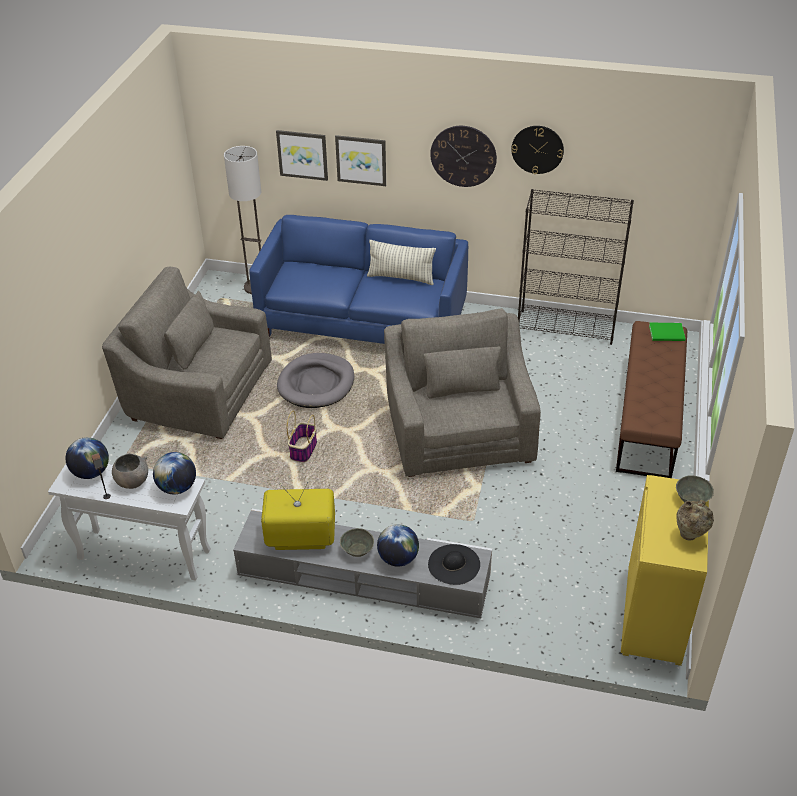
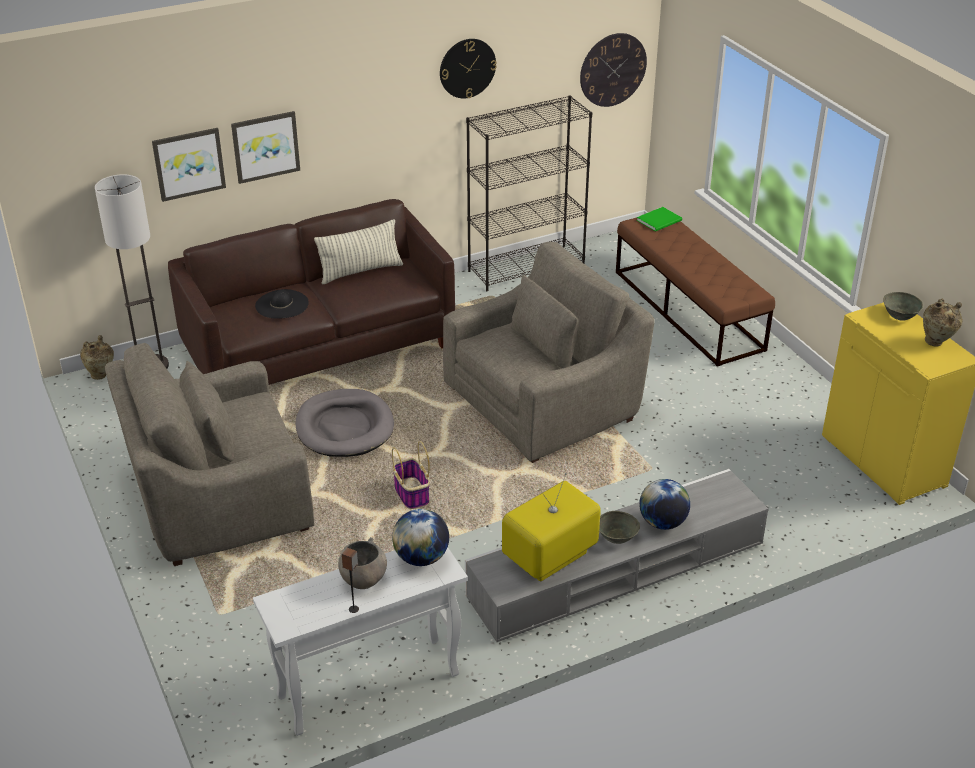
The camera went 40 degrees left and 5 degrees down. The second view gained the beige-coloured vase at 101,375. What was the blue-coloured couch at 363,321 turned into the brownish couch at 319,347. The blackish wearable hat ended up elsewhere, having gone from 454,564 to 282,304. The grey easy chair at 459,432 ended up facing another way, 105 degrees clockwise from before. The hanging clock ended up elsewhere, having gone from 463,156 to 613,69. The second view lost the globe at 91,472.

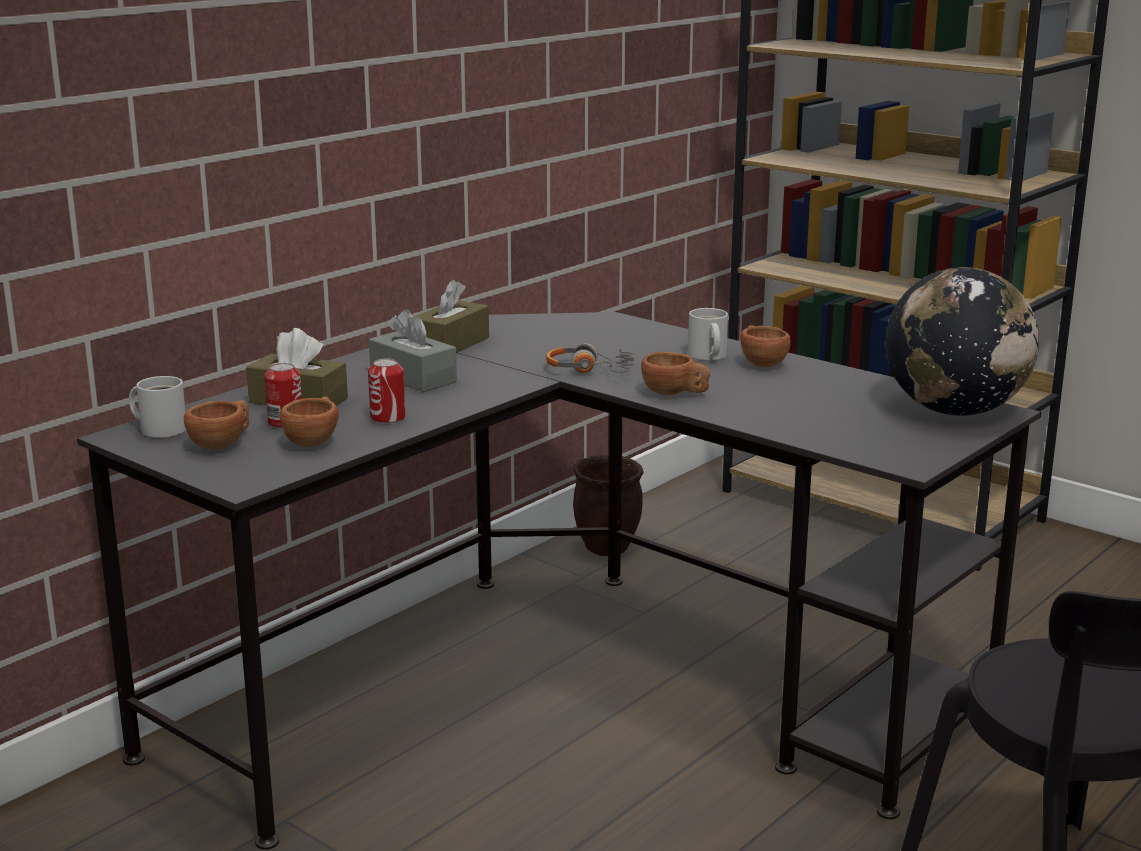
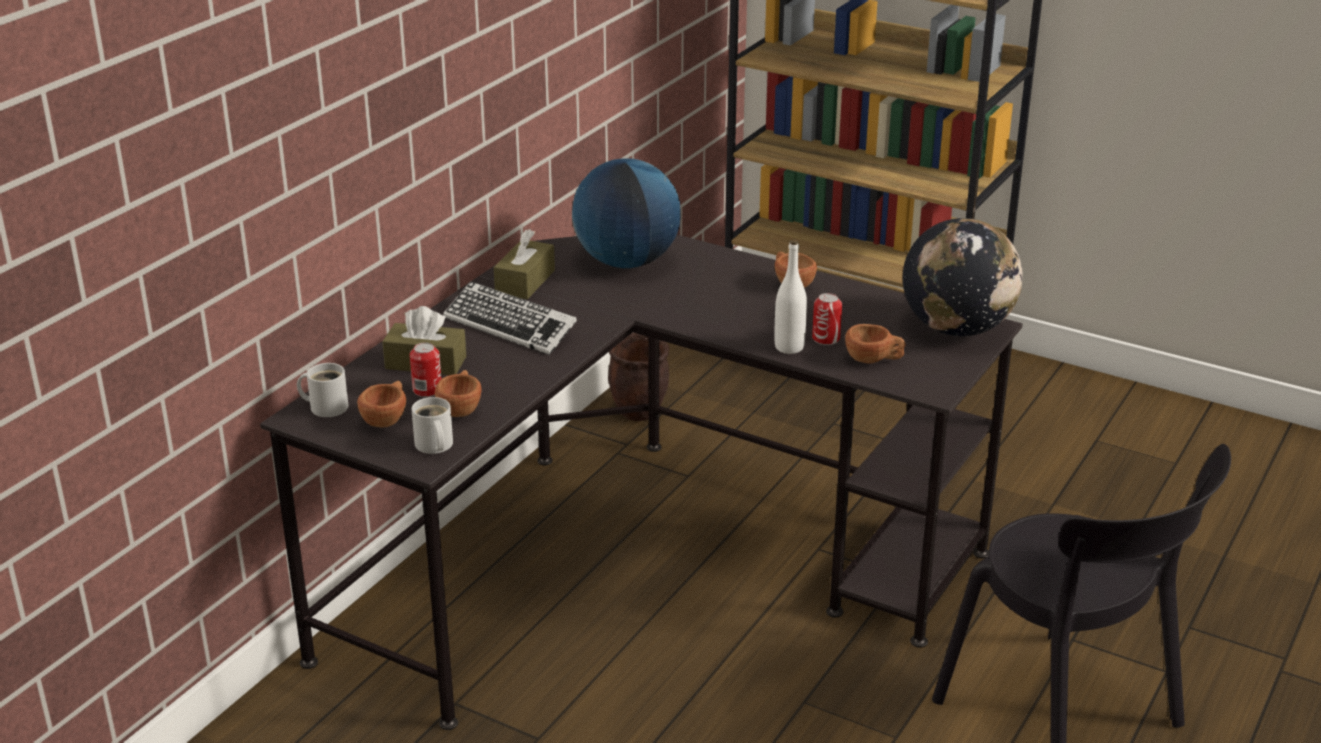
The camera went 10 degrees left and 10 degrees up. The white coffee mug ended up elsewhere, having gone from 706,356 to 433,446. Where the grey box of tissues stood at 413,377, the keyboard came to stand at 510,326. The second view gained the globe at 626,262. The second view gained the white beverage bottle at 789,347. The metal can ended up elsewhere, having gone from 388,418 to 826,338. The brownish small cup ended up elsewhere, having gone from 675,394 to 873,360. The second view lost the pair of headphones at 590,370.

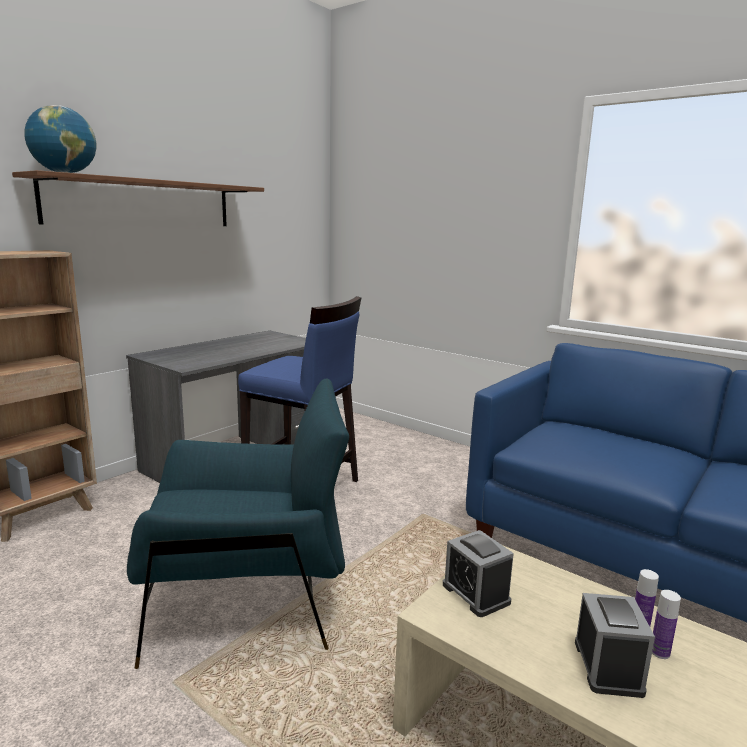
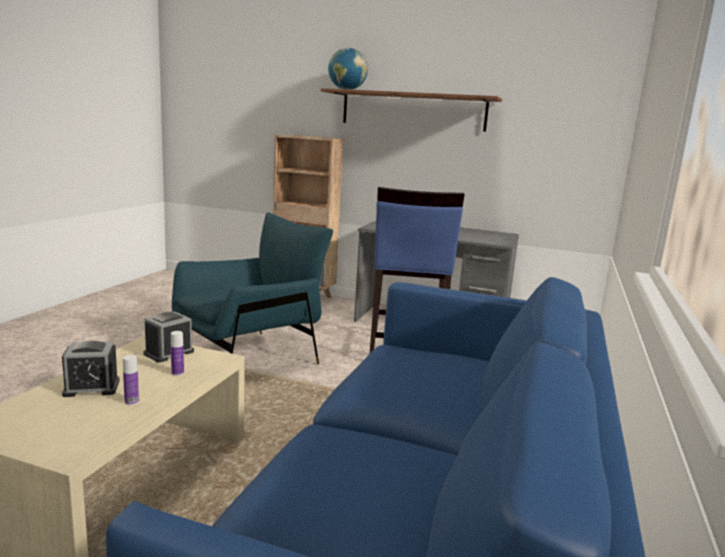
The camera went 70 degrees right and 0 degrees up. The beverage bottle ended up elsewhere, having gone from 659,652 to 177,373. The blue-coloured easy chair at 248,601 ended up facing another way, 105 degrees counterclockwise from before.

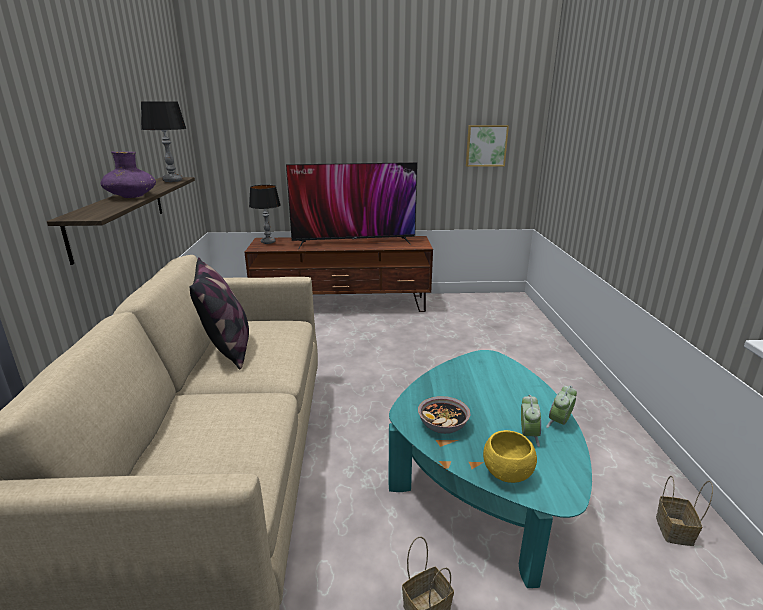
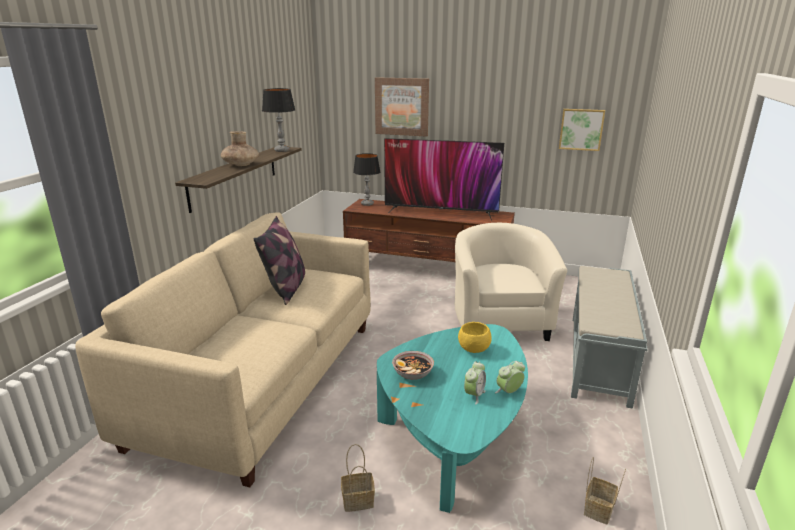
The camera went 20 degrees right and 0 degrees up. What was the purple-coloured vase at 131,196 turned into the brownish vase at 241,165. The second view gained the wall picture at 402,106. The second view gained the beige-coloured easy chair at 500,321. The yellow bowl ended up elsewhere, having gone from 506,474 to 473,349. The second view gained the grey long seat at 598,358.

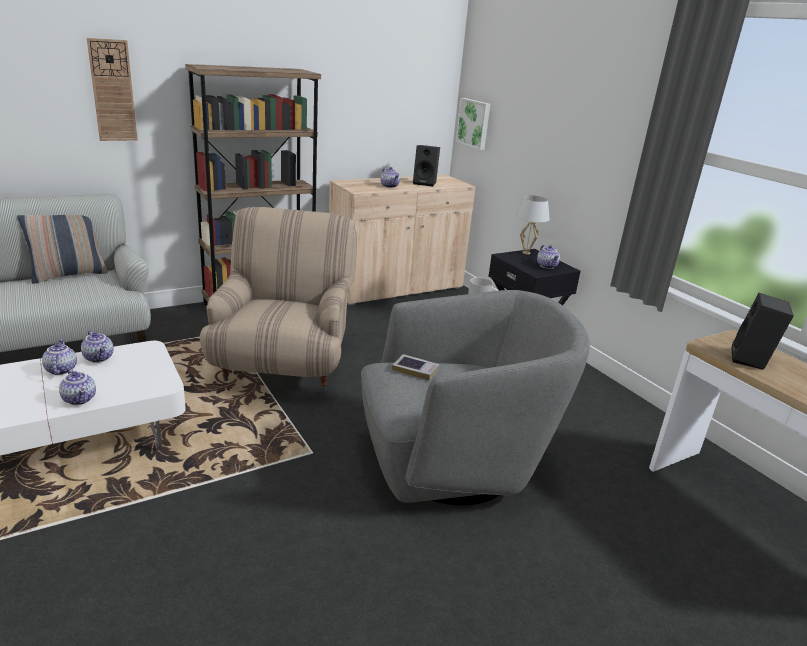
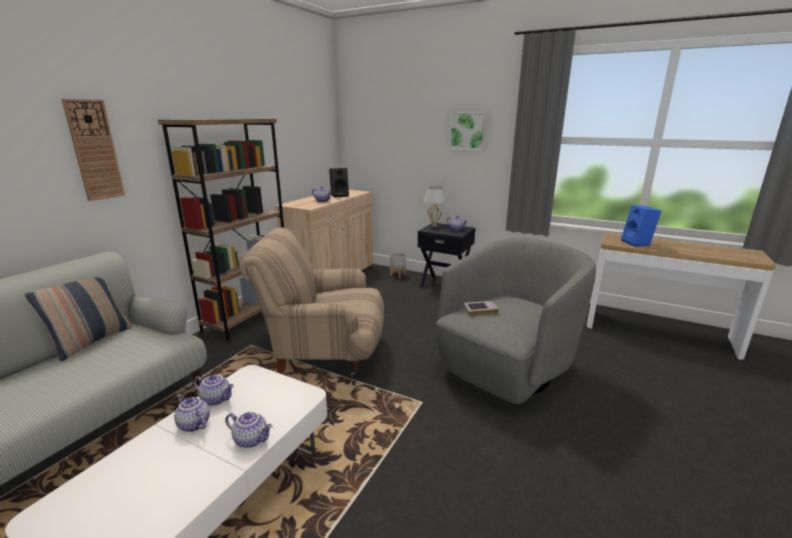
The camera went 30 degrees left and 5 degrees down. The beige-coloured easy chair at 283,366 ended up facing another way, 60 degrees counterclockwise from before. The wall picture ended up elsewhere, having gone from 474,123 to 468,131. What was the blackish loudspeaker at 752,360 turned into the blue-coloured loudspeaker at 637,243.

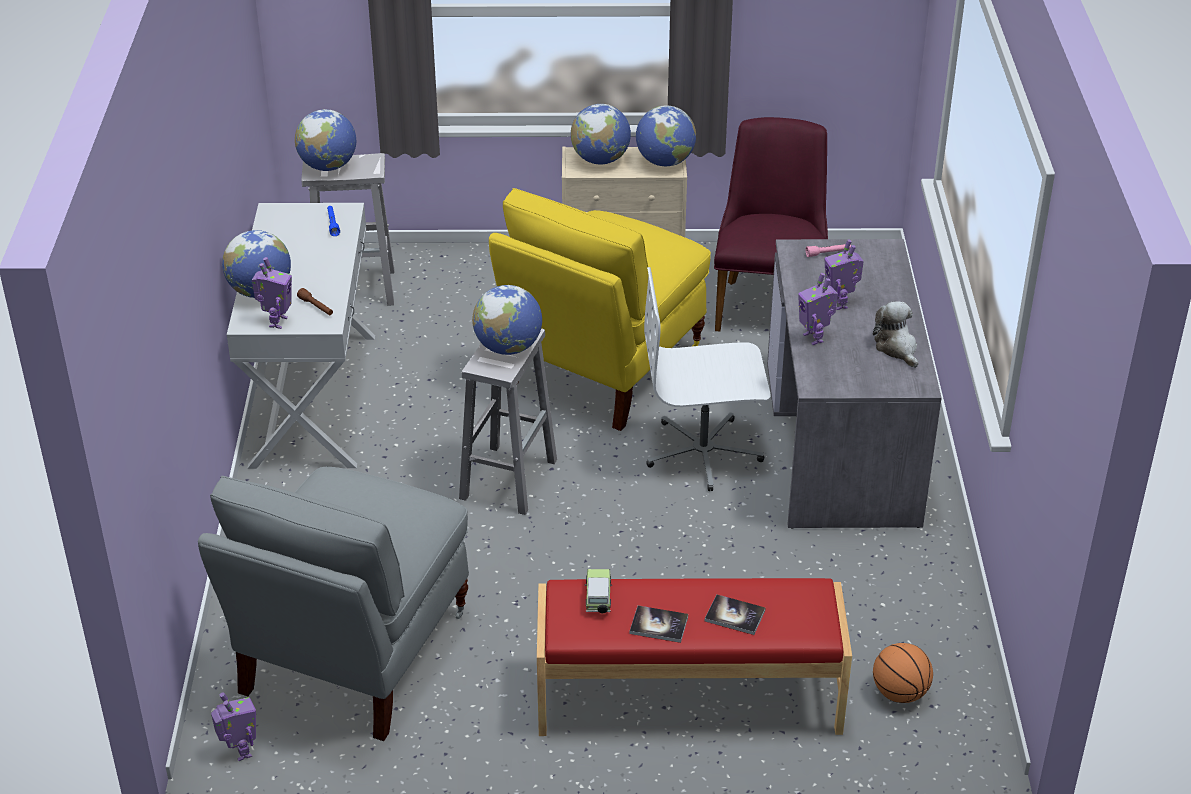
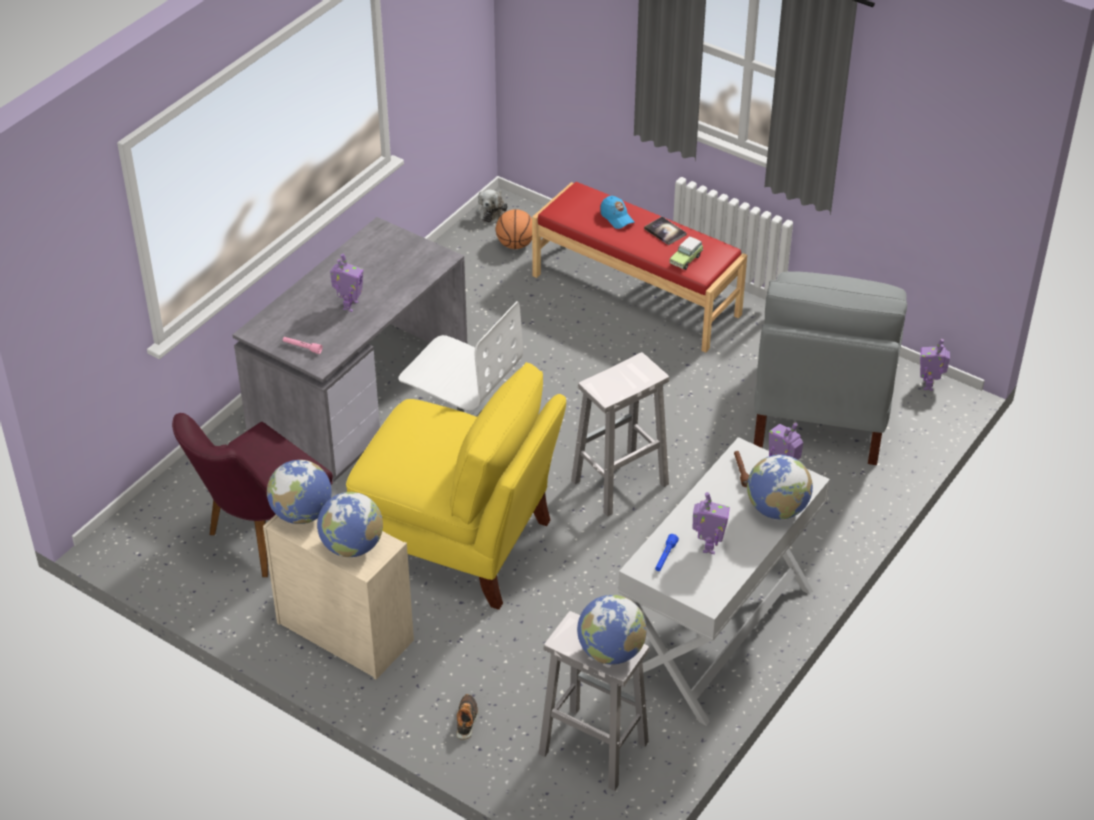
The camera went 145 degrees left and 5 degrees up. The yellow plain chair at 602,368 ended up facing another way, 45 degrees clockwise from before. The second view gained the low shoe at 466,720. The plush toy ended up elsewhere, having gone from 897,348 to 492,211. Where the book stood at 735,616, the blue-coloured cap came to stand at 616,218. The toy robot ended up elsewhere, having gone from 814,337 to 708,546. The grey plain chair at 353,655 ended up facing another way, 135 degrees clockwise from before. The second view lost the globe at 508,347.

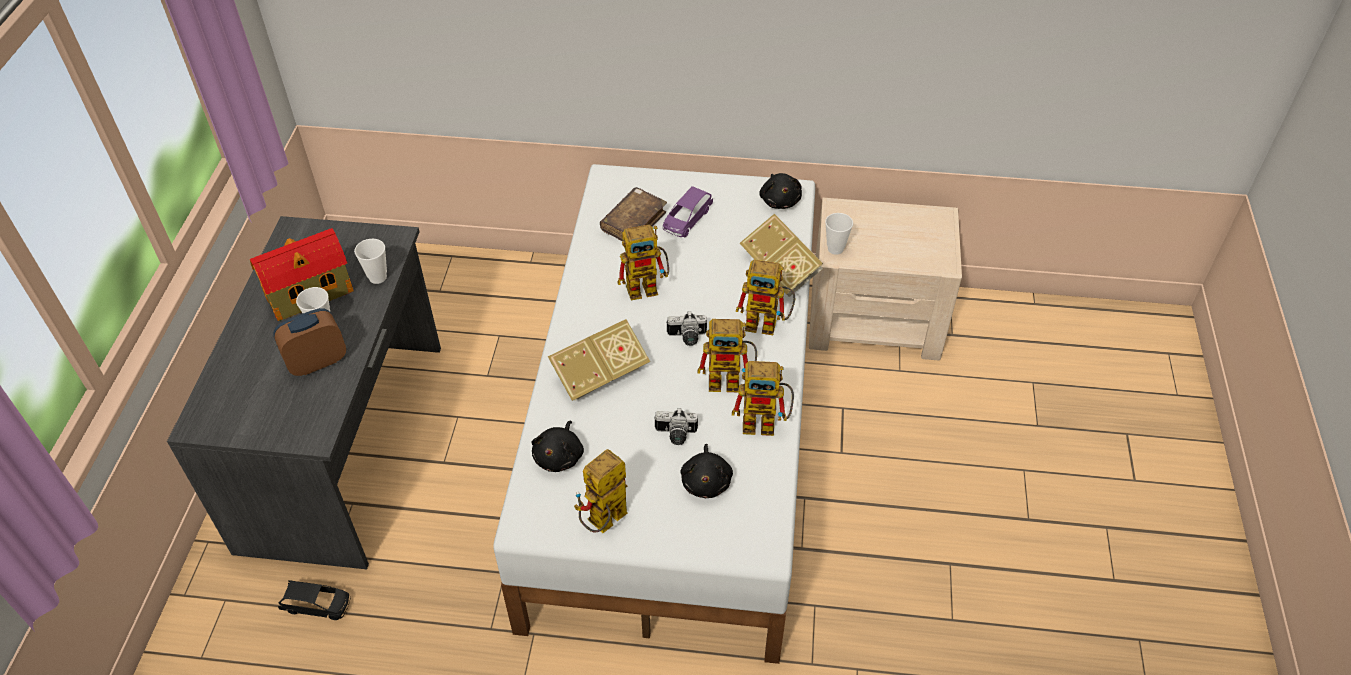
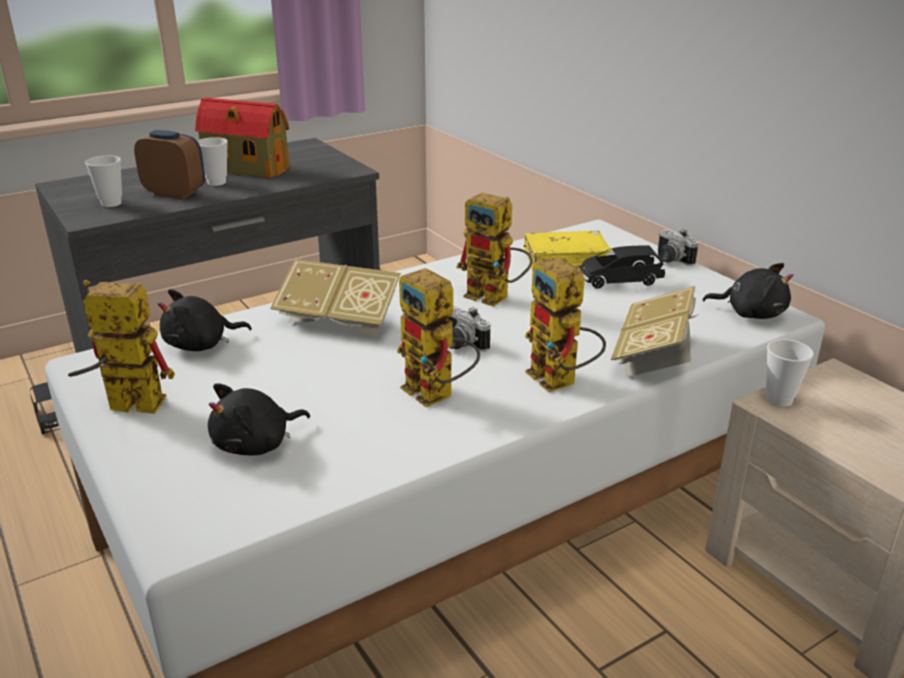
The camera went 50 degrees right and 20 degrees down. The small cup ended up elsewhere, having gone from 377,277 to 111,203. What was the brownish book at 633,223 turned into the yellow book at 565,260. What was the purple-coloured toy car at 687,220 turned into the blackish toy car at 619,280. The still camera ended up elsewhere, having gone from 675,435 to 669,260. The blackish plush toy at 780,200 ended up facing another way, 105 degrees counterclockwise from before. The second view lost the toy robot at 766,423.

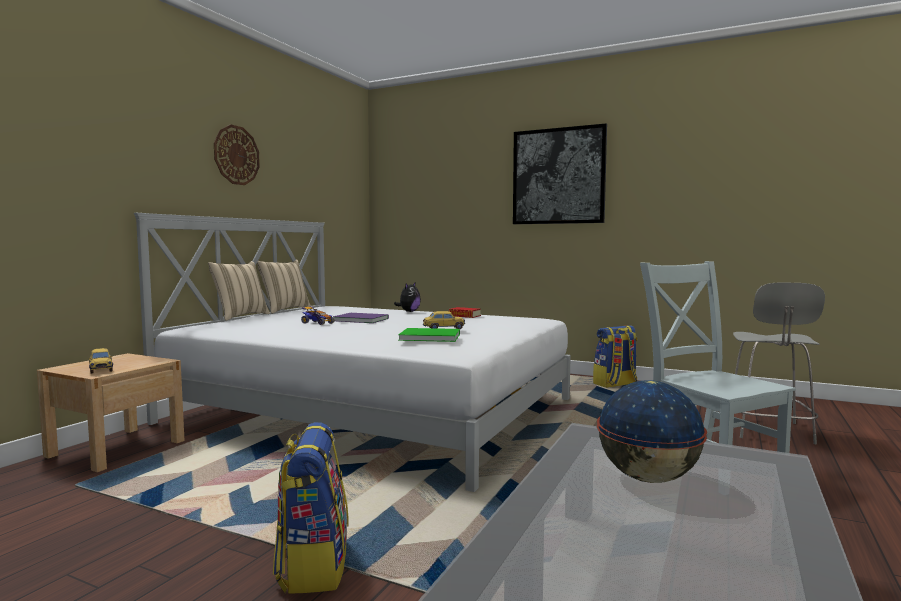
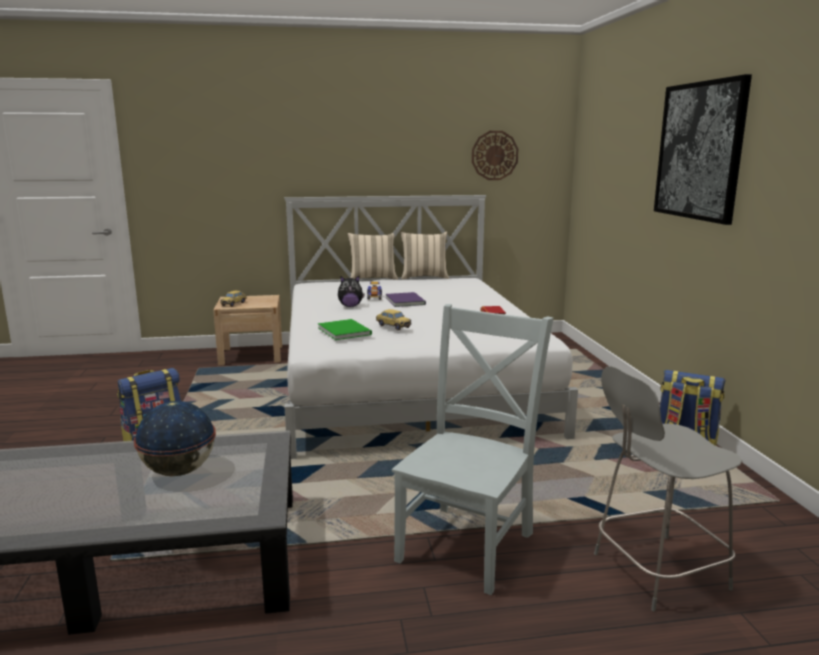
The camera went 55 degrees right and 10 degrees up. The plush toy ended up elsewhere, having gone from 409,311 to 350,306. The hanging clock ended up elsewhere, having gone from 236,155 to 494,155.

